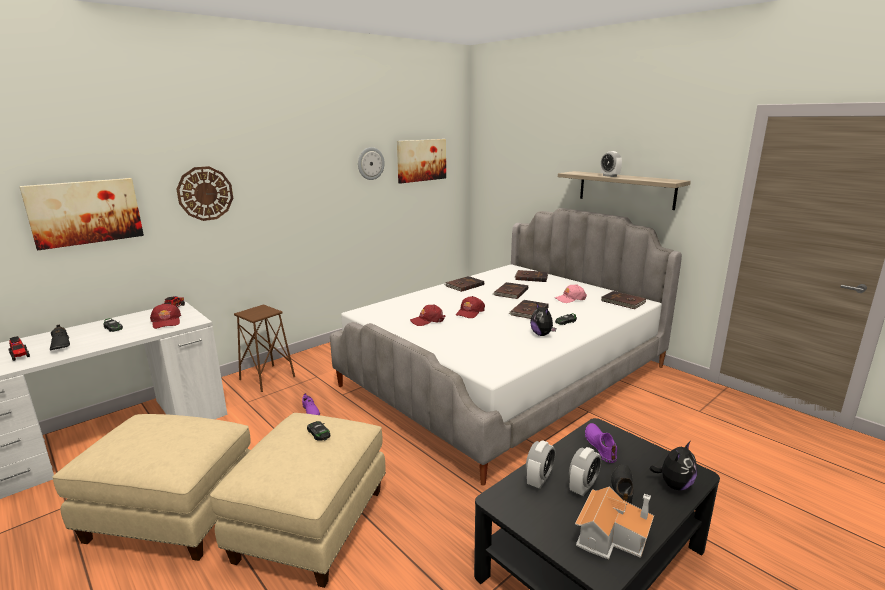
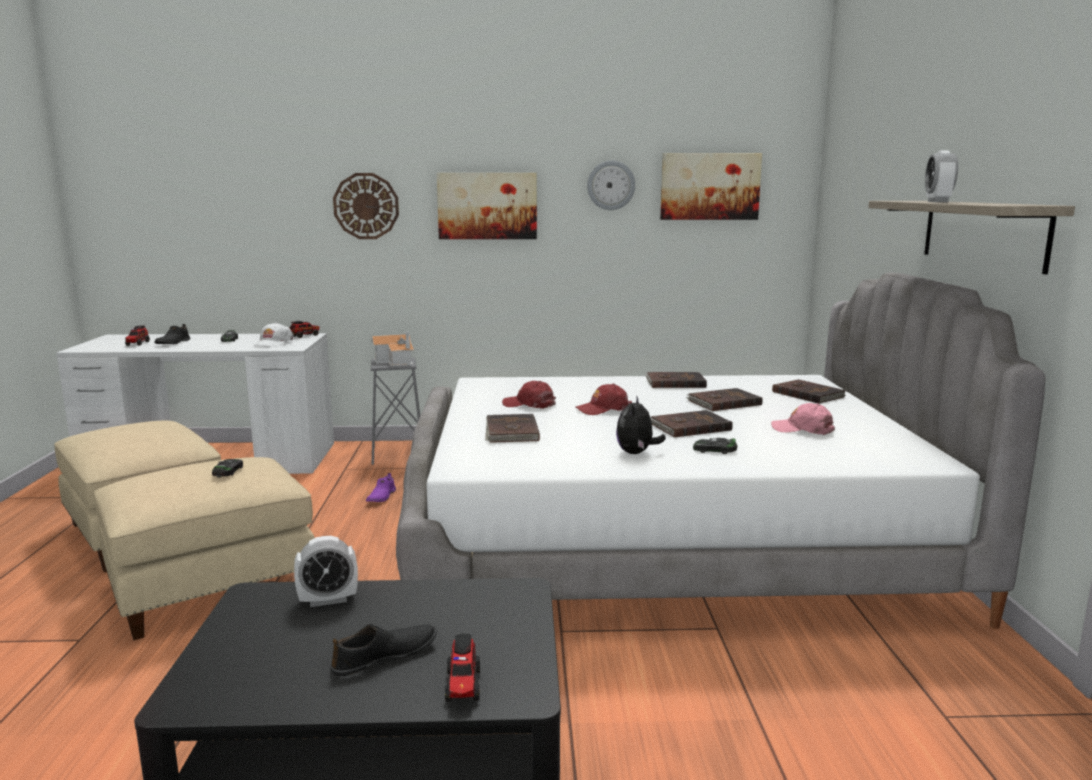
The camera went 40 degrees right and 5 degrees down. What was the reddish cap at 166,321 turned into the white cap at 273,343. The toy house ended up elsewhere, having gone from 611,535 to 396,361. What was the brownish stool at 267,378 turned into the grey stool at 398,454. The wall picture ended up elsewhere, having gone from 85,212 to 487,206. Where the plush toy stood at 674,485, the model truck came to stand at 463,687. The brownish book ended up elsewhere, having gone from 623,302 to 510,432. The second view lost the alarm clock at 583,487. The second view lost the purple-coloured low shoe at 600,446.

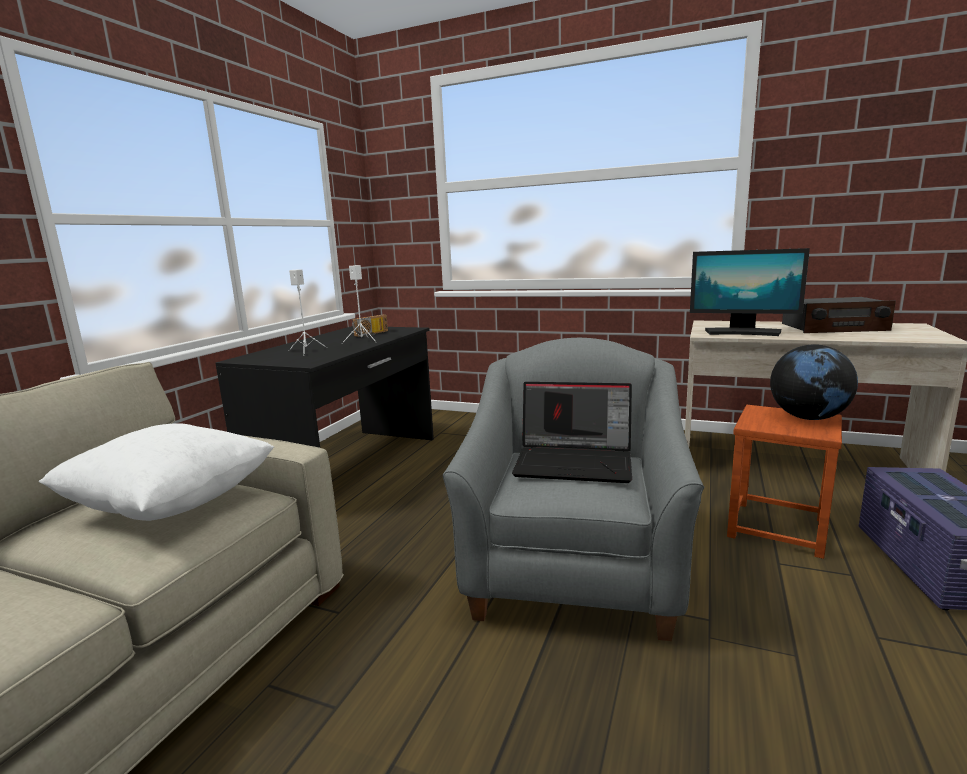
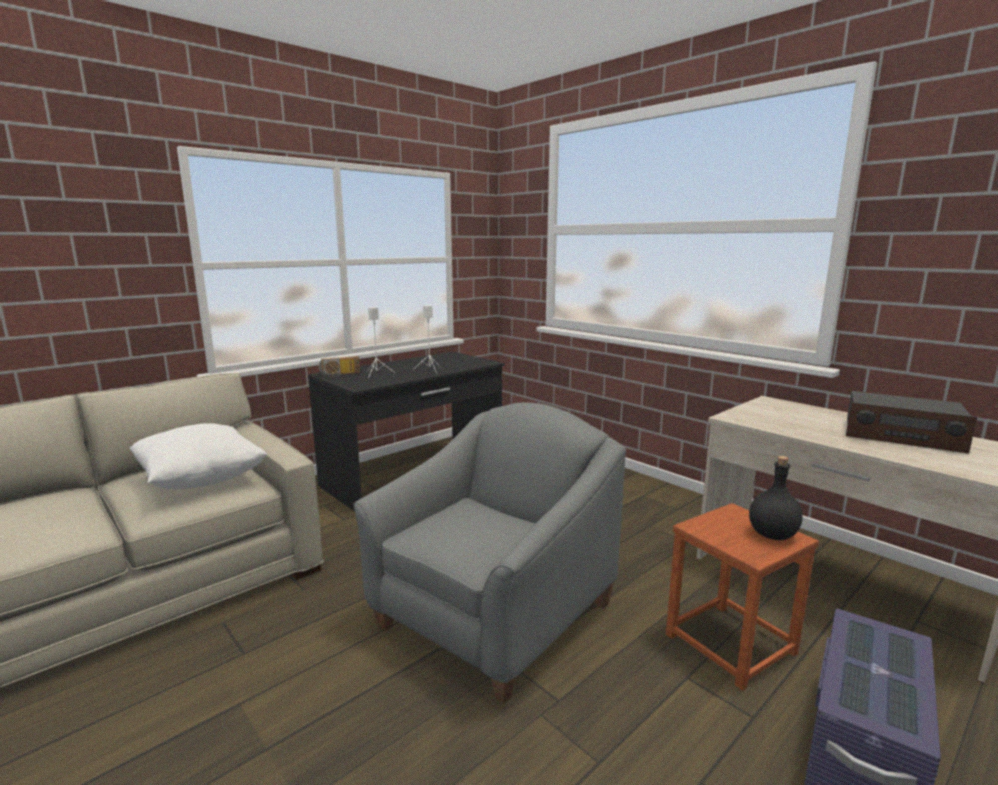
The camera went 25 degrees right and 0 degrees up. The radio ended up elsewhere, having gone from 372,334 to 340,374. Where the globe stood at 808,418, the blackish beverage bottle came to stand at 771,534. The second view lost the notebook computer at 575,462. The second view lost the computer screen at 742,332.

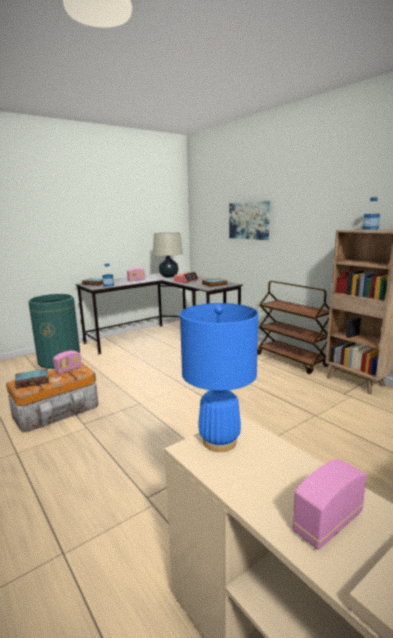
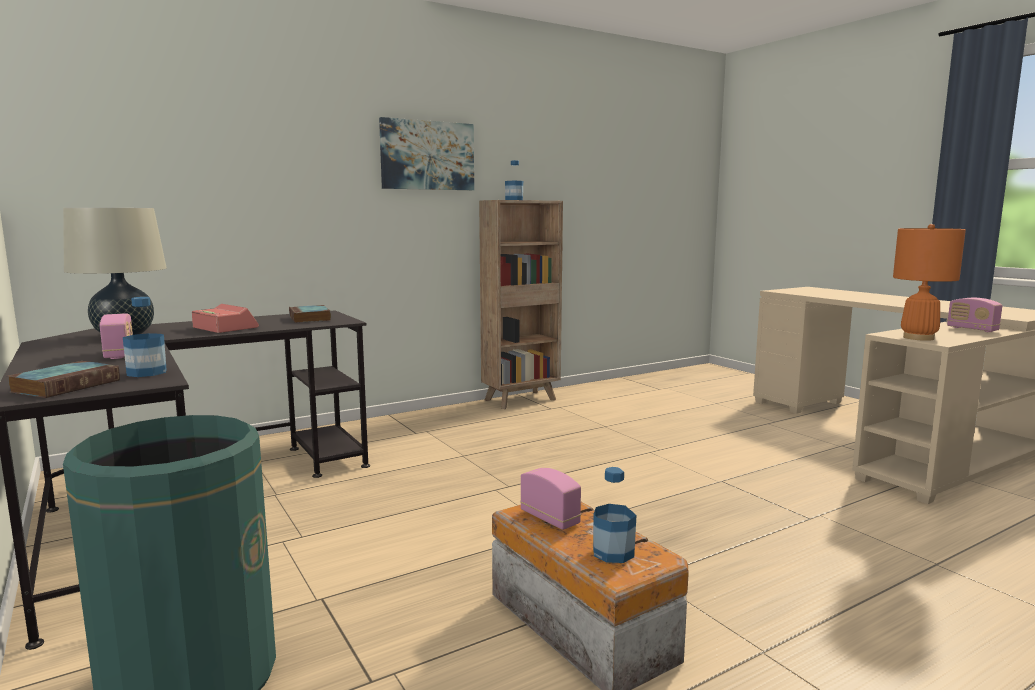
The camera went 85 degrees left and 5 degrees down. The wall picture ended up elsewhere, having gone from 249,220 to 427,155. Where the book stood at 33,381, the beverage bottle came to stand at 613,552. What was the blue-coloured tabletop lamp at 220,441 turned into the orangey tabletop lamp at 918,338. The second view lost the brownish wheeled cart at 291,360.

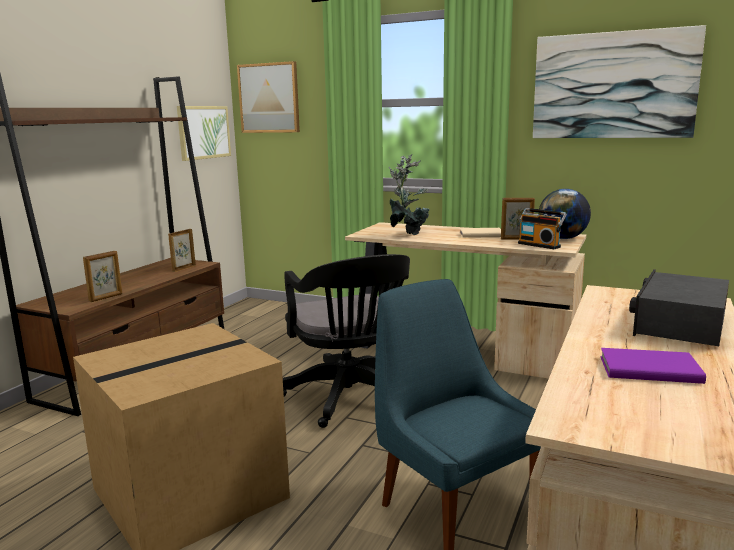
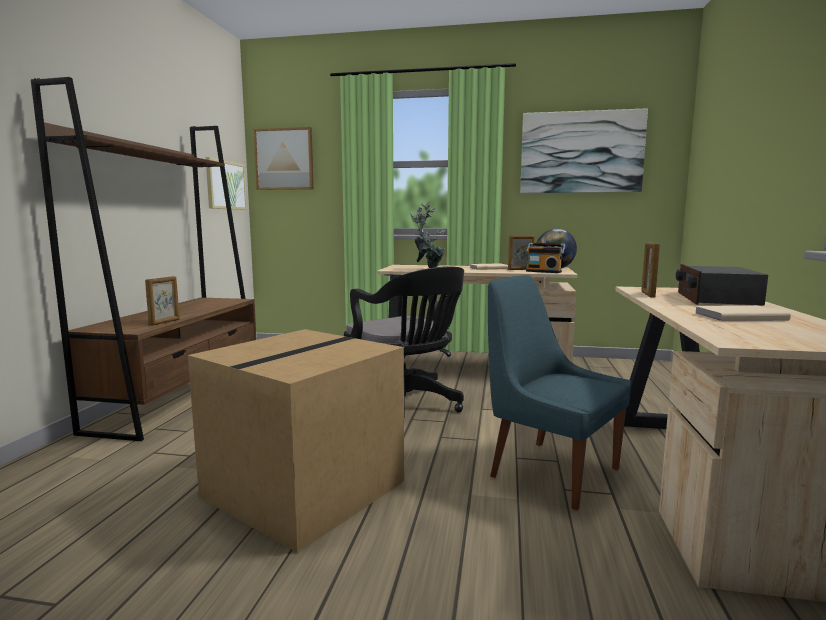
The camera went 15 degrees left and 5 degrees down. The picture frame ended up elsewhere, having gone from 183,268 to 647,295. What was the purple-coloured book at 647,368 turned into the beige-coloured book at 737,316.

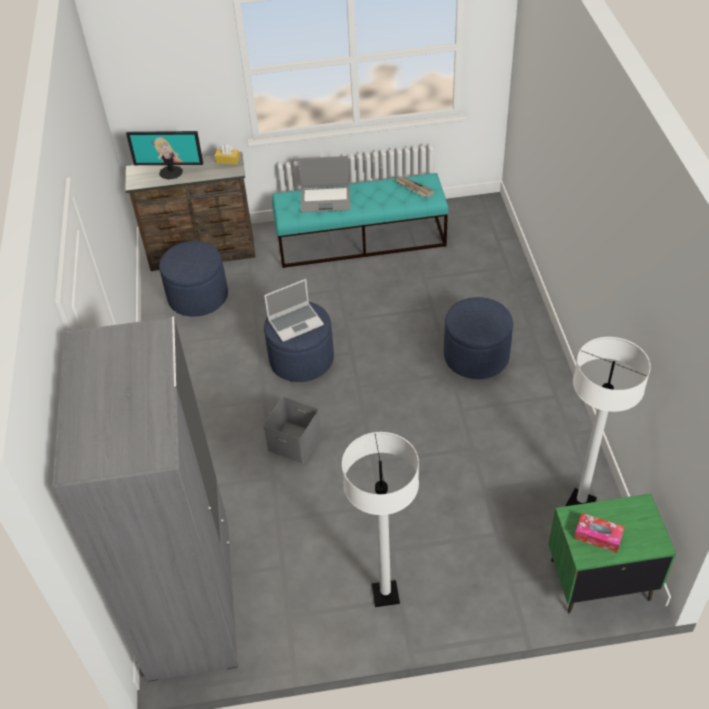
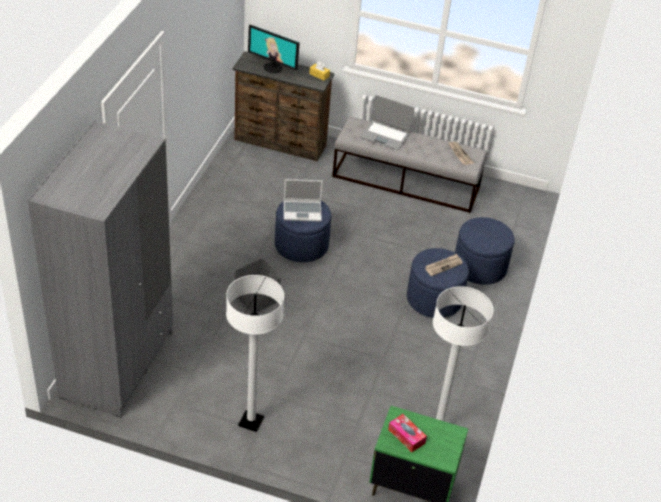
The camera went 20 degrees right and 5 degrees down. What was the turquoise-coloured long seat at 361,240 turned into the grey long seat at 406,182. The second view gained the printed paper at 443,265. The blue-coloured pouffe ended up elsewhere, having gone from 198,296 to 479,267.

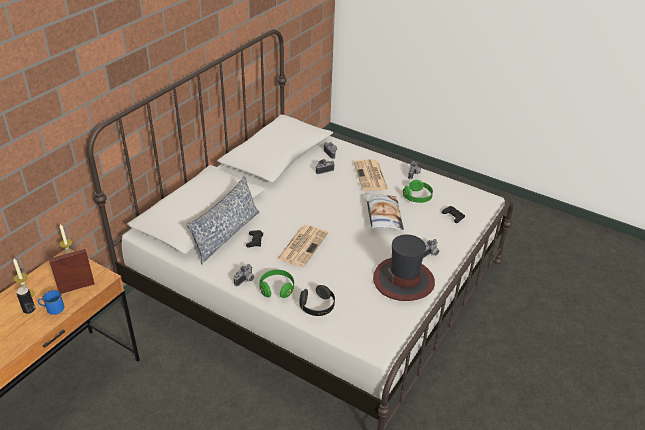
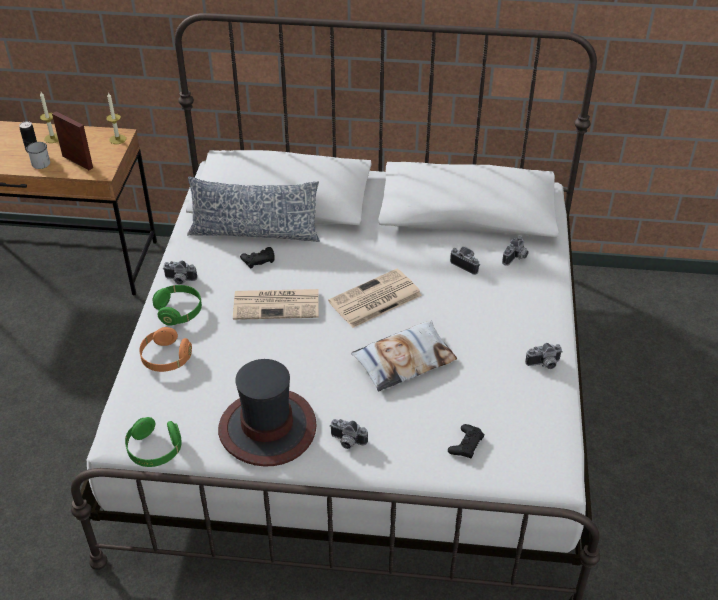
The camera went 65 degrees right and 5 degrees up. What was the blue-coloured coffee mug at 52,309 turned into the white coffee mug at 40,162. The green pair of headphones ended up elsewhere, having gone from 417,197 to 154,450. What was the blackish pair of headphones at 317,306 turned into the orangey pair of headphones at 166,358. The printed paper ended up elsewhere, having gone from 371,176 to 374,299.

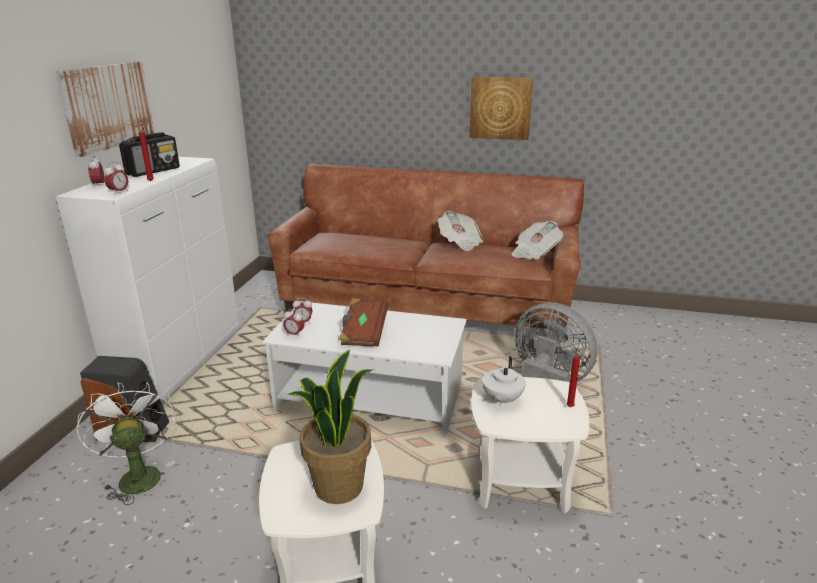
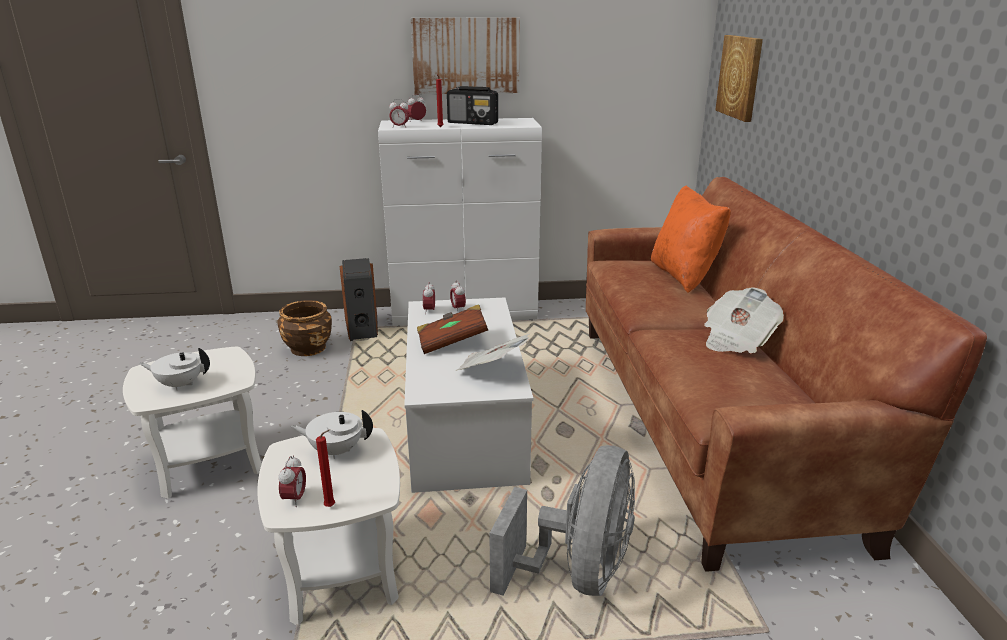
The camera went 70 degrees right and 0 degrees up. Where the houseplant stood at 338,486, the white tea pot came to stand at 180,384. Where the white cooling fan stood at 137,475, the brownish planter came to stand at 308,348. The second view gained the alarm clock at 295,499. The printed paper ended up elsewhere, having gone from 534,253 to 492,370. The second view gained the orangey throw pillow at 684,276. The wall picture ended up elsewhere, having gone from 500,108 to 740,77.

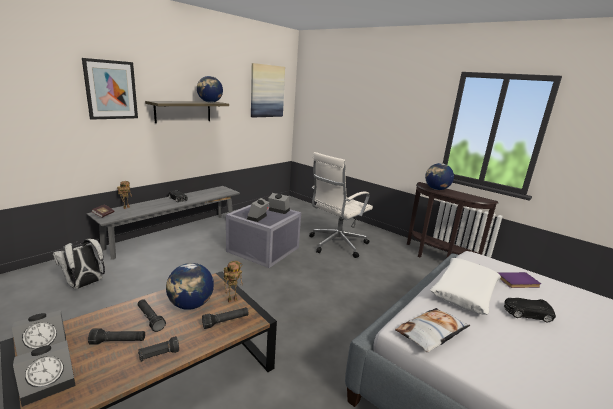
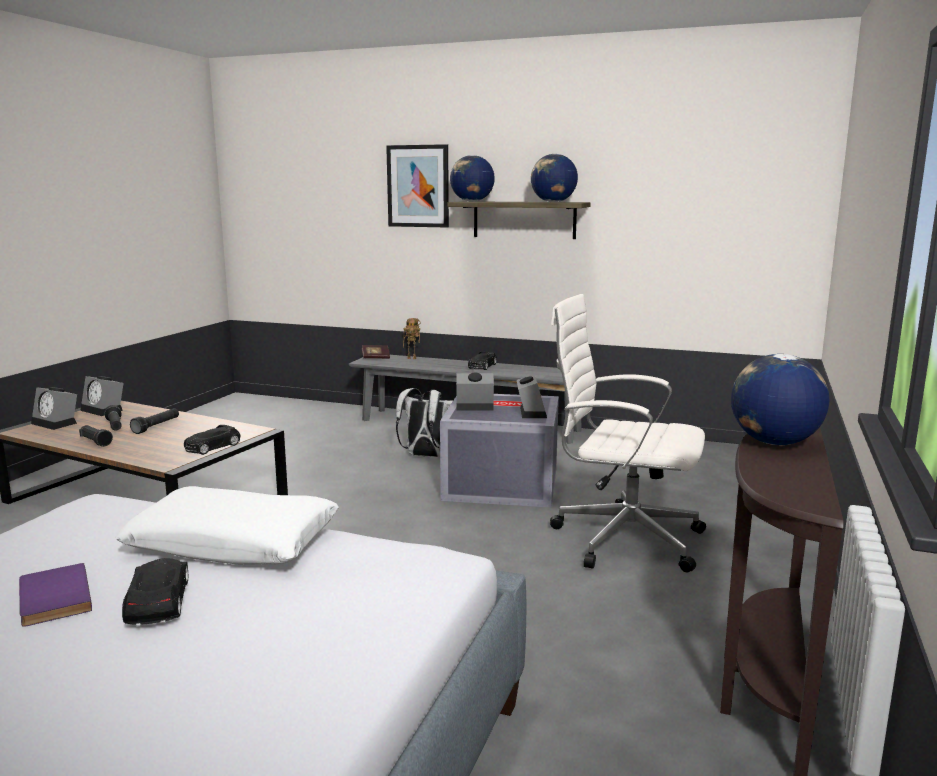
The camera went 70 degrees right and 5 degrees down. The purple-coloured book ended up elsewhere, having gone from 518,282 to 51,598. Where the toy robot stood at 232,299, the blackish toy car came to stand at 212,447. The white knapsack ended up elsewhere, having gone from 85,284 to 426,456. The globe ended up elsewhere, having gone from 191,305 to 471,201. The second view lost the blackish torch at 226,322. The second view lost the wall picture at 267,91. The second view lost the throw pillow at 431,333.

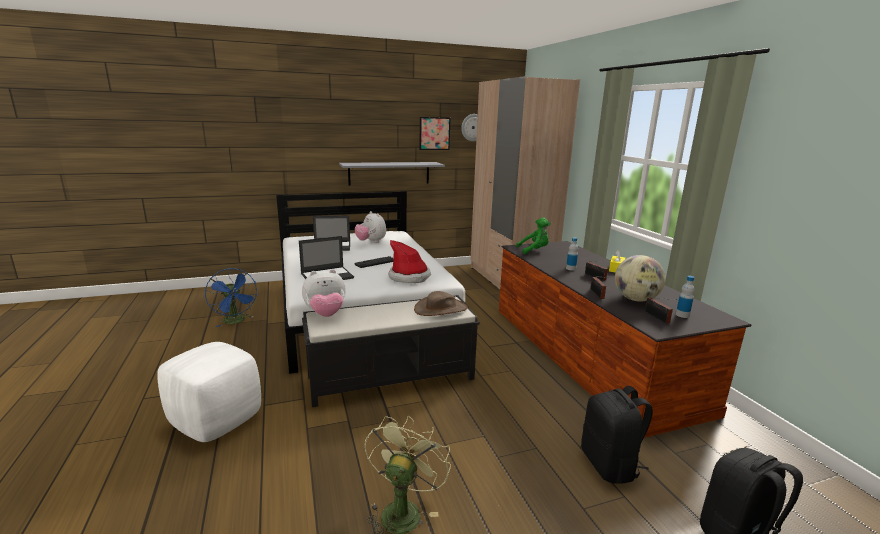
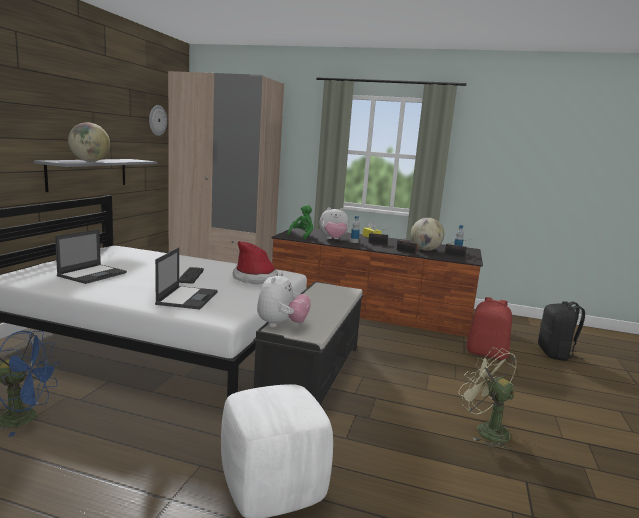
The camera went 55 degrees left and 5 degrees down. The second view gained the globe at 90,161. The plush toy ended up elsewhere, having gone from 371,242 to 333,239. What was the blackish knapsack at 610,465 turned into the reddish knapsack at 486,354. The second view lost the brownish wearable hat at 441,309. The second view lost the wall picture at 434,133.

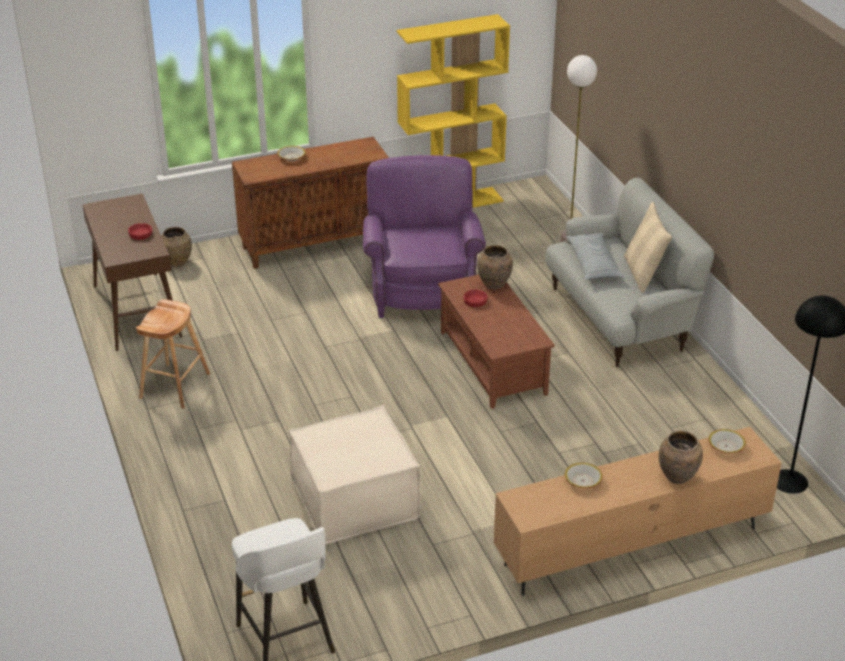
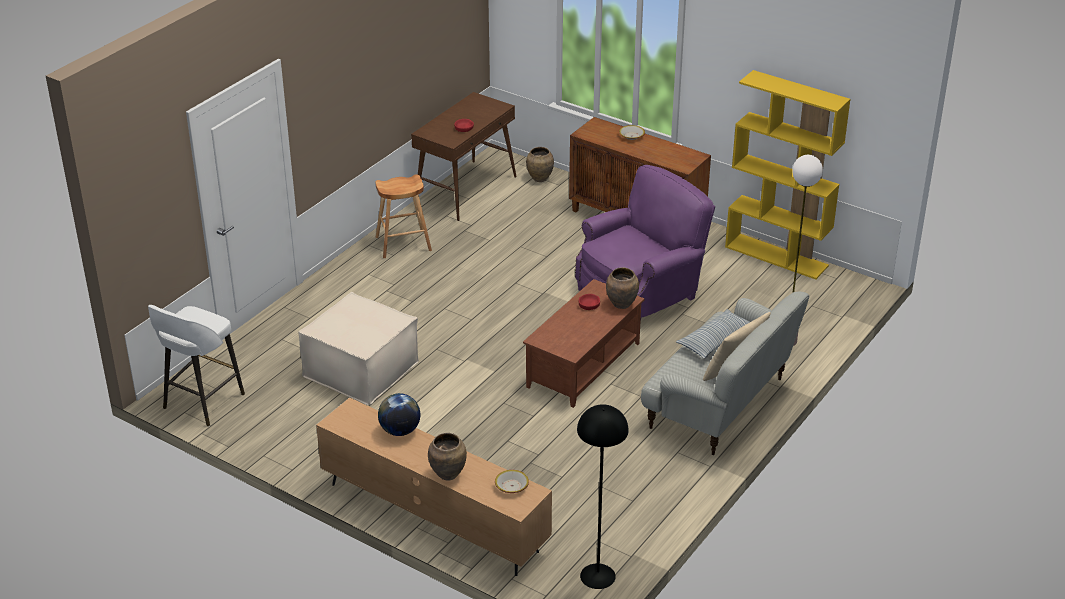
The camera went 55 degrees right and 0 degrees up. Where the bowl stood at 582,481, the globe came to stand at 400,431.

